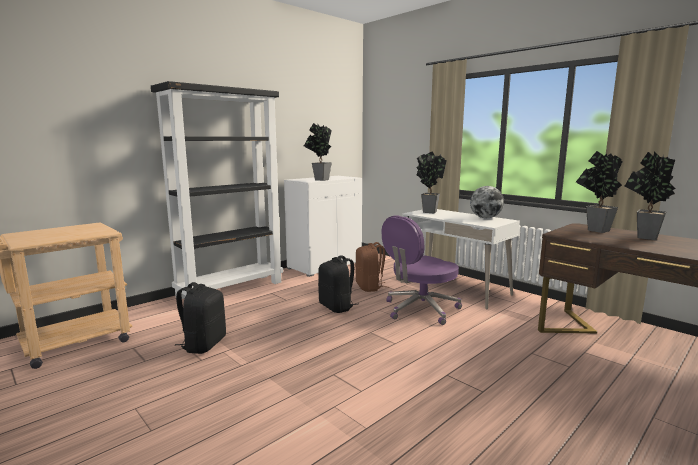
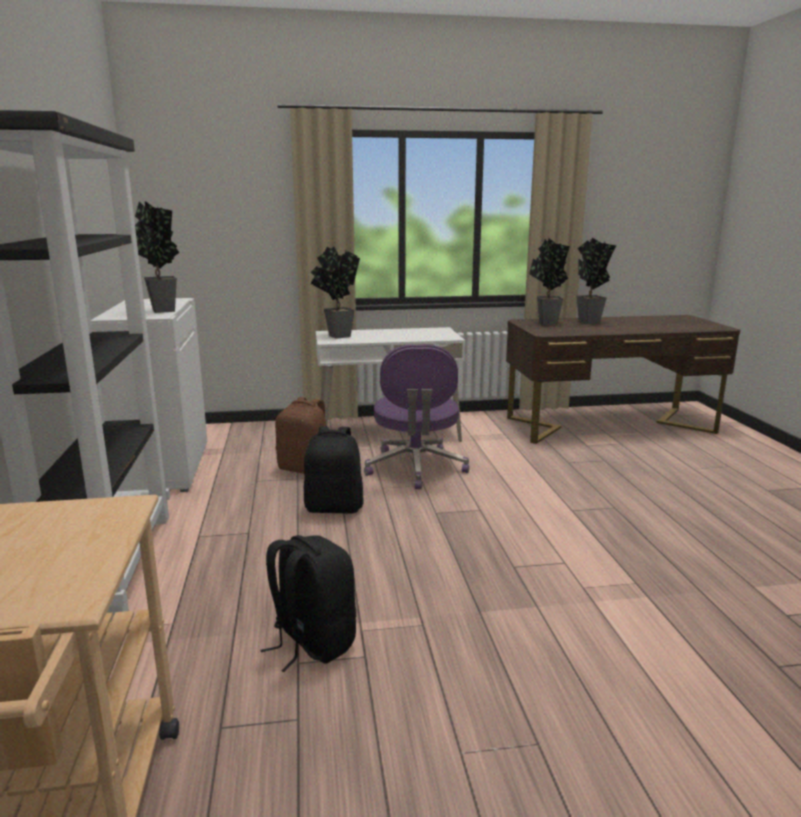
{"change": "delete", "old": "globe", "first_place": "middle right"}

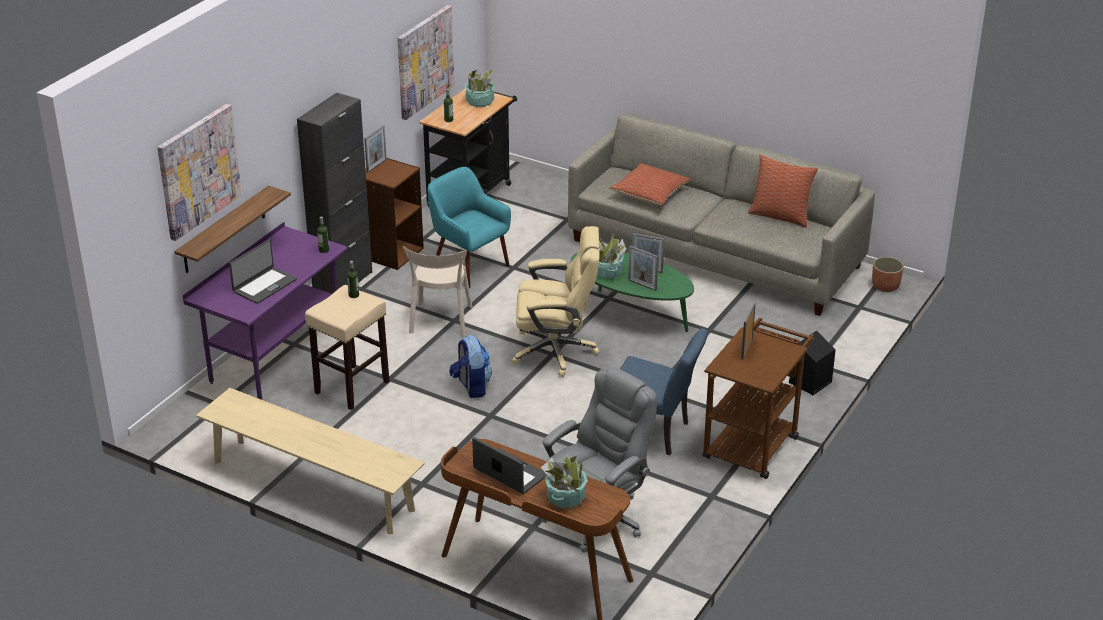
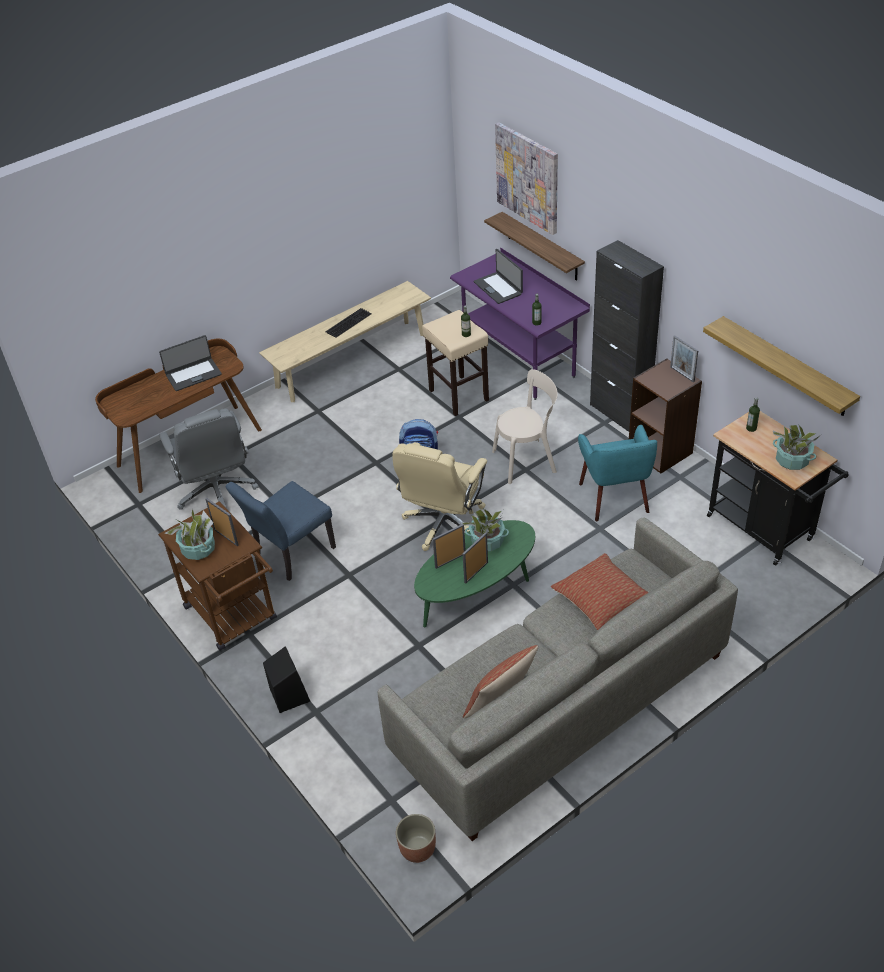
{"change": "replace", "old": "wall art (2nd from left)", "new": "bracket shelf (2nd from left)", "first_place": "top centre", "second_place": "middle right"}
{"change": "rotate", "old": "turquoise-coloured lounge chair", "first_place": "centre", "second_place": "middle right", "degrees": 105}
{"change": "rotate", "old": "beige chair", "first_place": "centre", "second_place": "centre", "degrees": 135}
{"change": "move", "old": "potted plant (2nd from left in the first image)", "new": "potted plant (1st from left)", "first_place": "bottom centre", "second_place": "middle left"}
{"change": "insert", "new": "keyboard", "second_place": "top centre"}

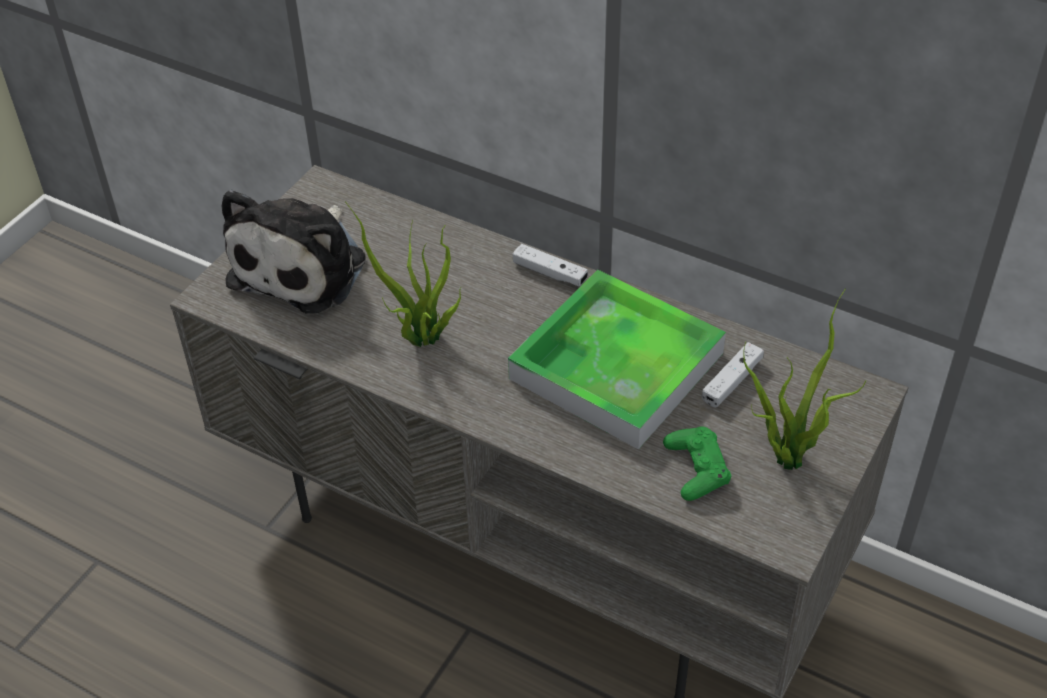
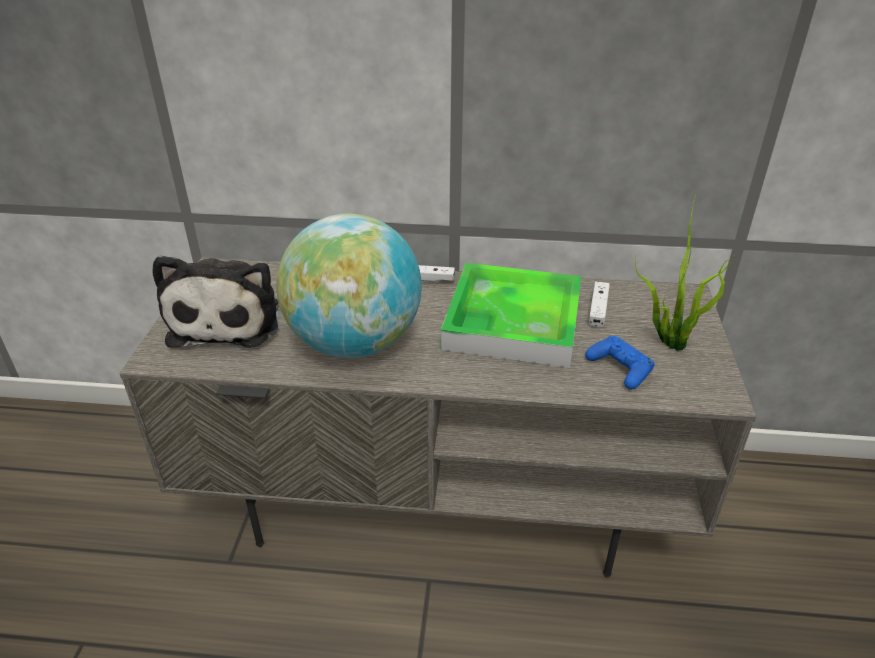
{"change": "replace", "old": "potted plant (1st from left)", "new": "globe", "first_place": "centre", "second_place": "centre"}
{"change": "recolor", "old": "green gamepad", "new": "blue-coloured gamepad", "first_place": "centre", "second_place": "middle right"}

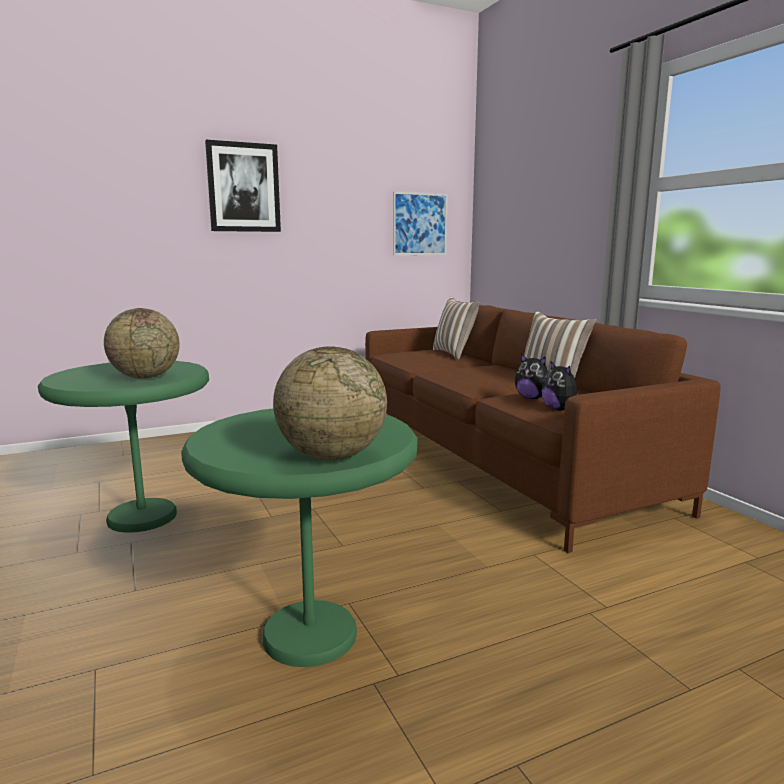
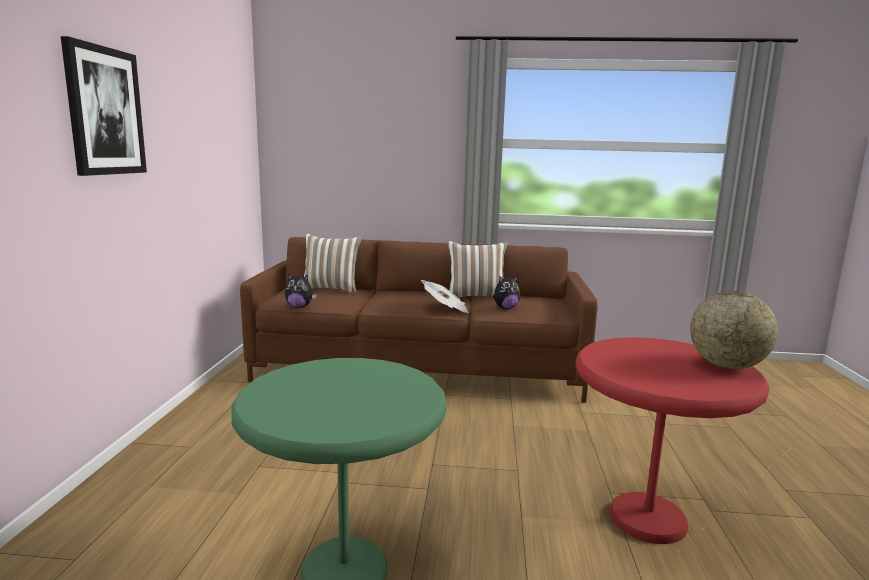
{"change": "delete", "old": "wall art (2nd from left)", "first_place": "top centre"}
{"change": "delete", "old": "globe (1st from left)", "first_place": "middle left"}
{"change": "move", "old": "soft toy (2nd from left in the first image)", "new": "soft toy (1st from left)", "first_place": "middle right", "second_place": "centre"}
{"change": "recolor", "old": "green side table (2nd from left)", "new": "reddish side table", "first_place": "bottom centre", "second_place": "bottom right"}
{"change": "insert", "new": "daily paper", "second_place": "centre"}

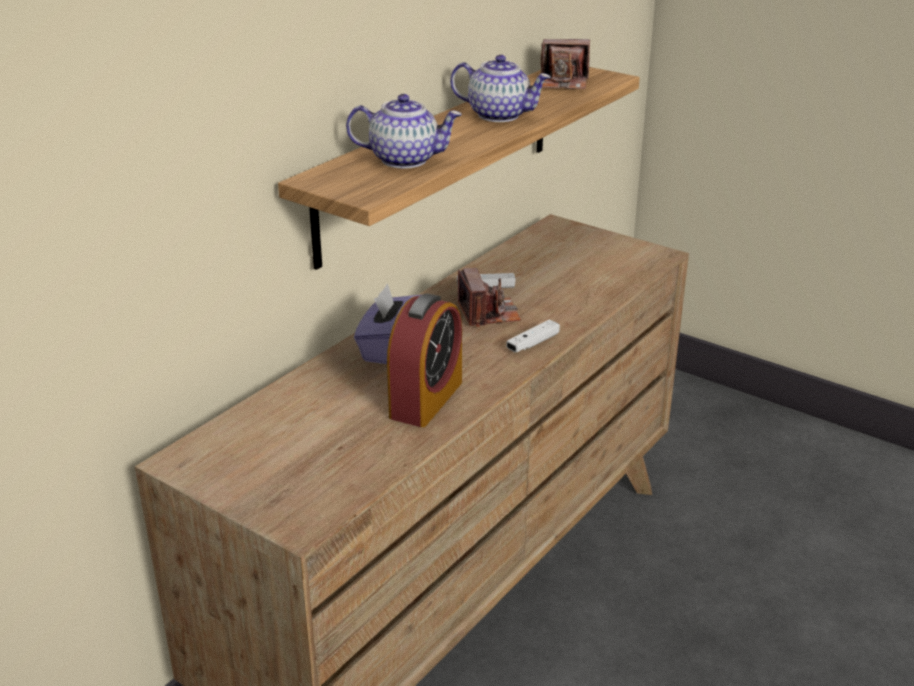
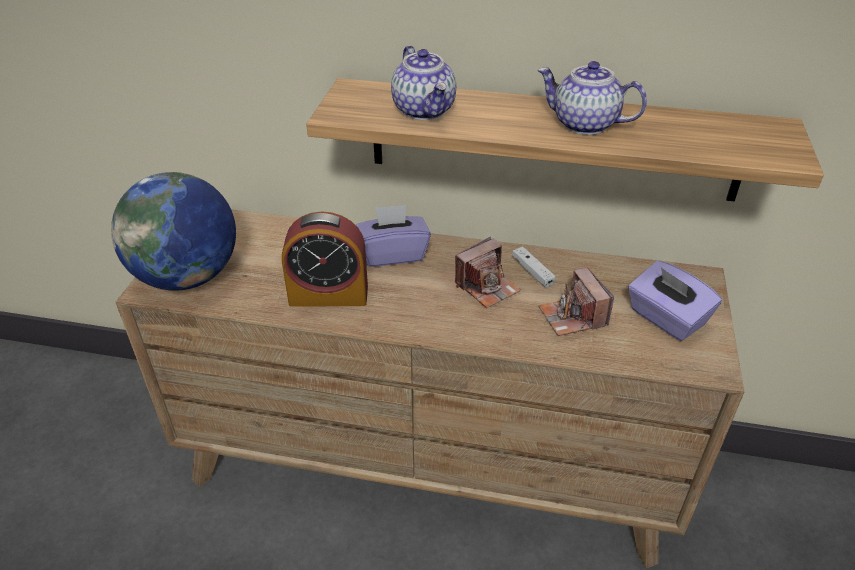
{"change": "move", "old": "still camera (2nd from left)", "first_place": "top centre", "second_place": "middle right"}
{"change": "rotate", "old": "pot for tea (2nd from left)", "first_place": "top centre", "second_place": "top right", "degrees": 120}
{"change": "delete", "old": "whitish gamepad (2nd from left)", "first_place": "centre"}
{"change": "insert", "new": "globe", "second_place": "middle left"}
{"change": "insert", "new": "purple box of tissues (2nd from left)", "second_place": "middle right"}

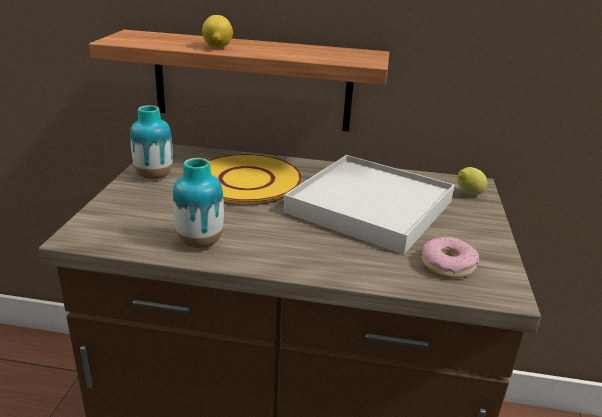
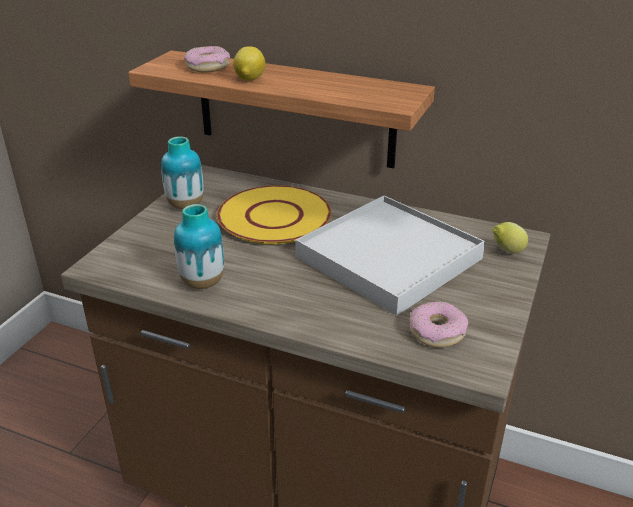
{"change": "insert", "new": "ring doughnut (1st from left)", "second_place": "top left"}

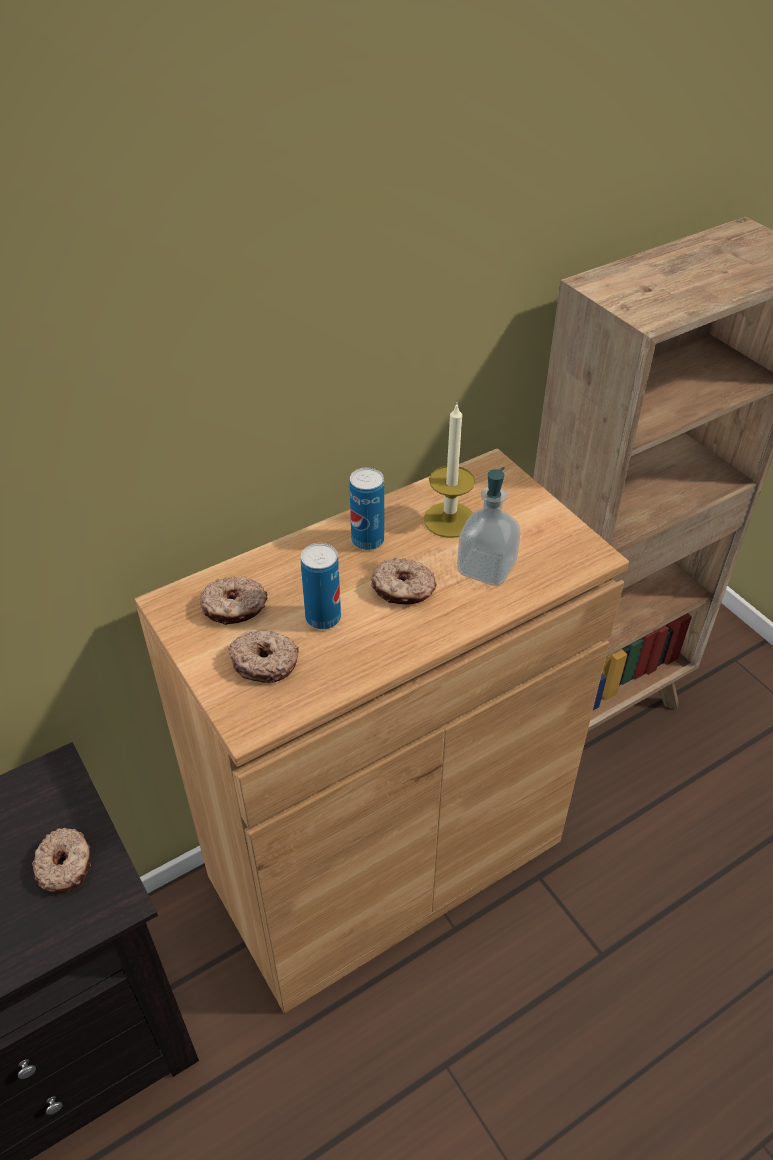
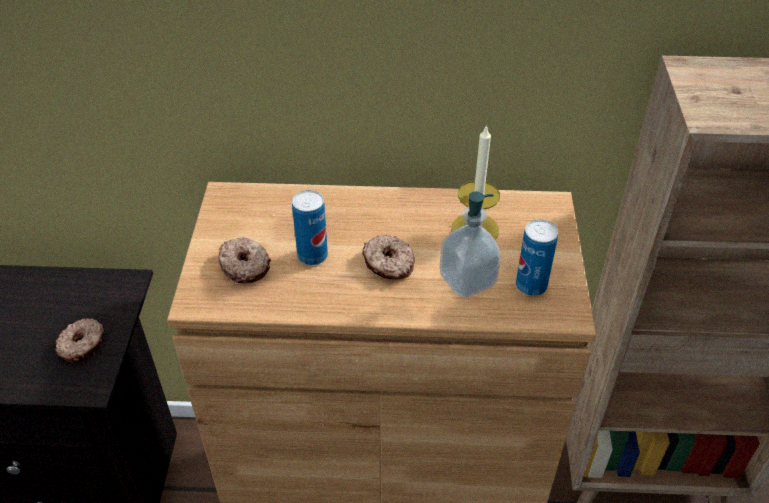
{"change": "move", "old": "metal can (2nd from left)", "first_place": "centre", "second_place": "middle right"}
{"change": "delete", "old": "ring doughnut (2nd from left)", "first_place": "middle left"}

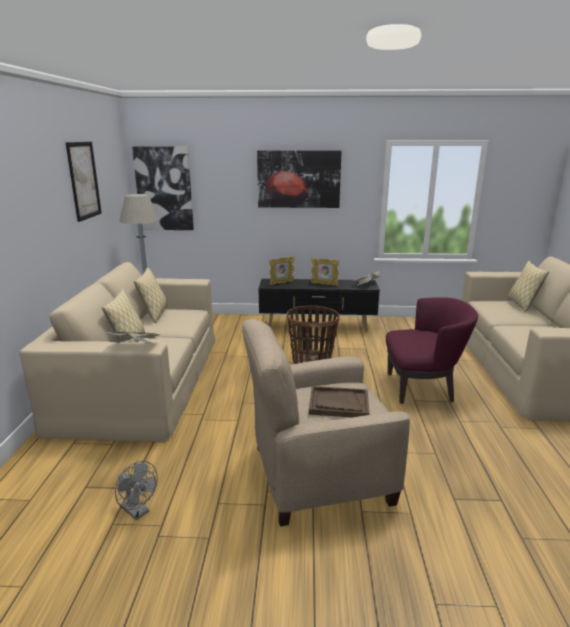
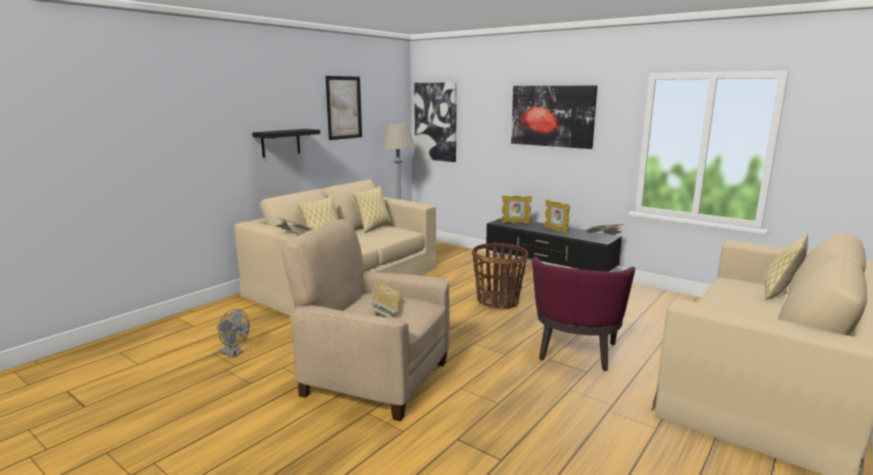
{"change": "rotate", "old": "purple lounge chair", "first_place": "middle right", "second_place": "middle right", "degrees": 75}
{"change": "replace", "old": "brown tray", "new": "volume (2nd from left)", "first_place": "centre", "second_place": "centre"}
{"change": "rotate", "old": "greyish cooling fan", "first_place": "bottom left", "second_place": "bottom left", "degrees": -45}
{"change": "insert", "new": "black bracket shelf", "second_place": "top left"}

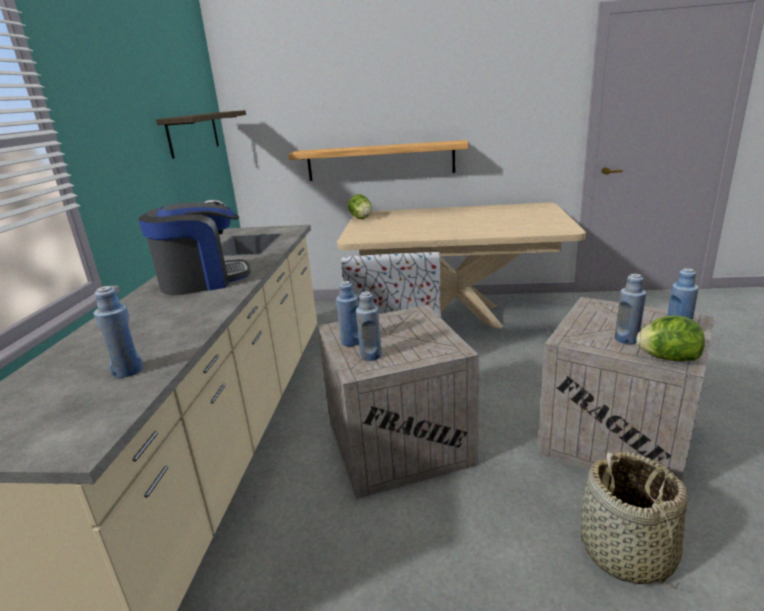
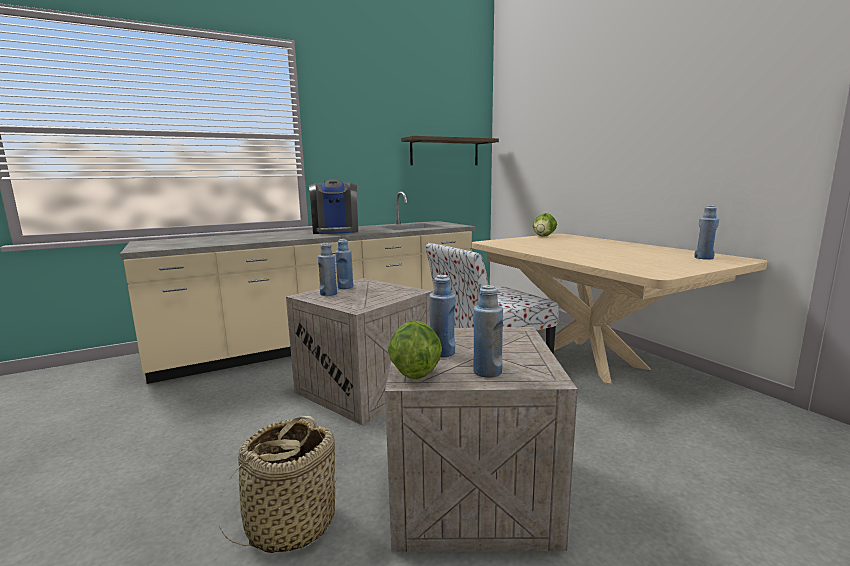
{"change": "delete", "old": "bracket shelf (2nd from left)", "first_place": "top centre"}
{"change": "rotate", "old": "coffee maker", "first_place": "middle left", "second_place": "centre", "degrees": 45}
{"change": "move", "old": "blue-coloured bottle (1st from left in the first image)", "new": "blue-coloured bottle (5th from left)", "first_place": "middle left", "second_place": "middle right"}

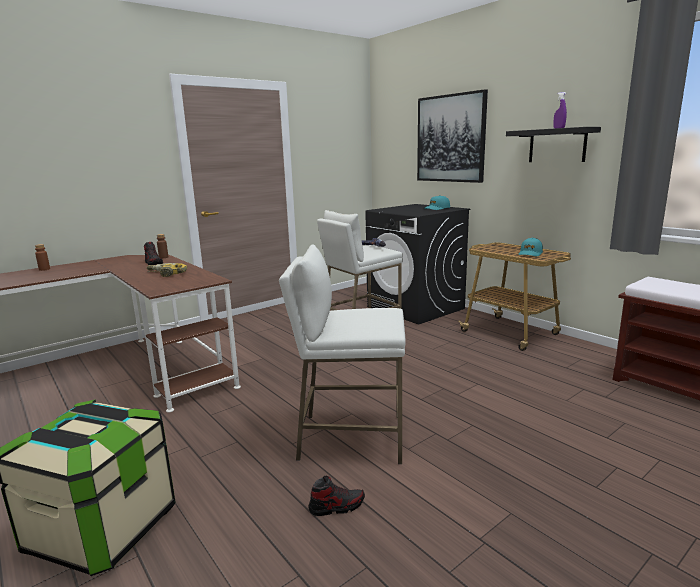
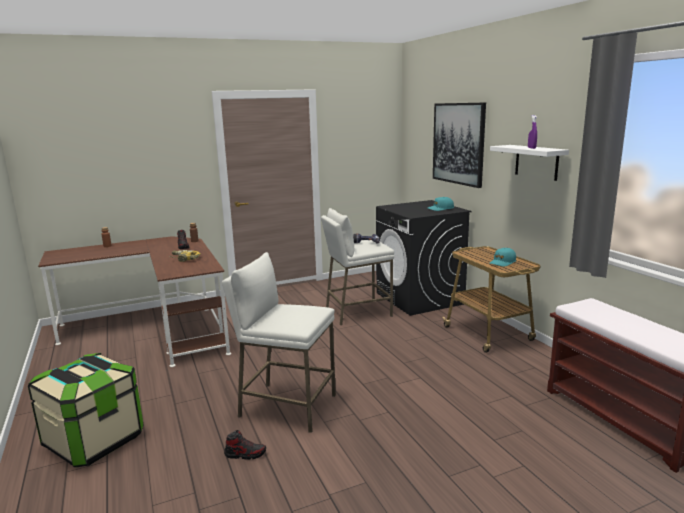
{"change": "recolor", "old": "black bracket shelf", "new": "whitish bracket shelf", "first_place": "top right", "second_place": "top right"}

